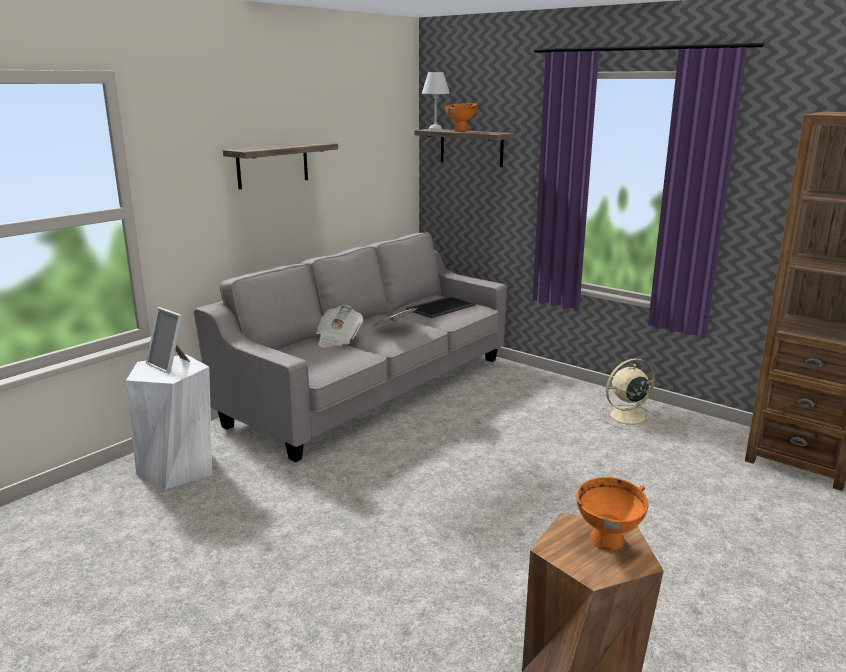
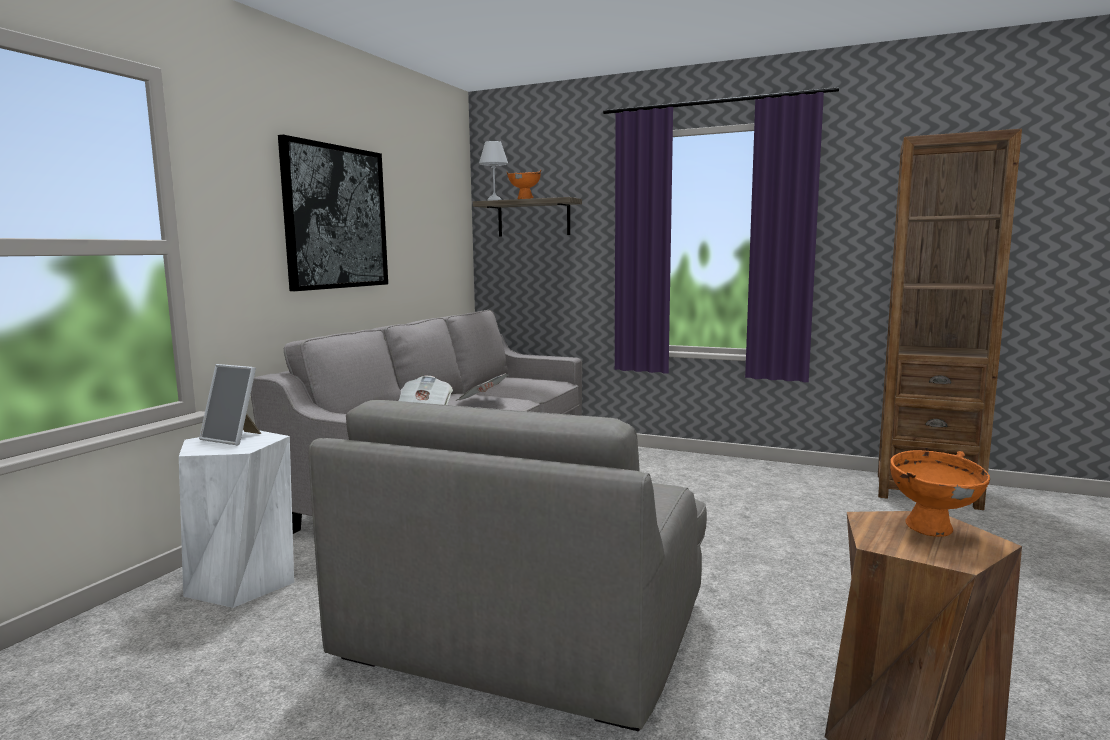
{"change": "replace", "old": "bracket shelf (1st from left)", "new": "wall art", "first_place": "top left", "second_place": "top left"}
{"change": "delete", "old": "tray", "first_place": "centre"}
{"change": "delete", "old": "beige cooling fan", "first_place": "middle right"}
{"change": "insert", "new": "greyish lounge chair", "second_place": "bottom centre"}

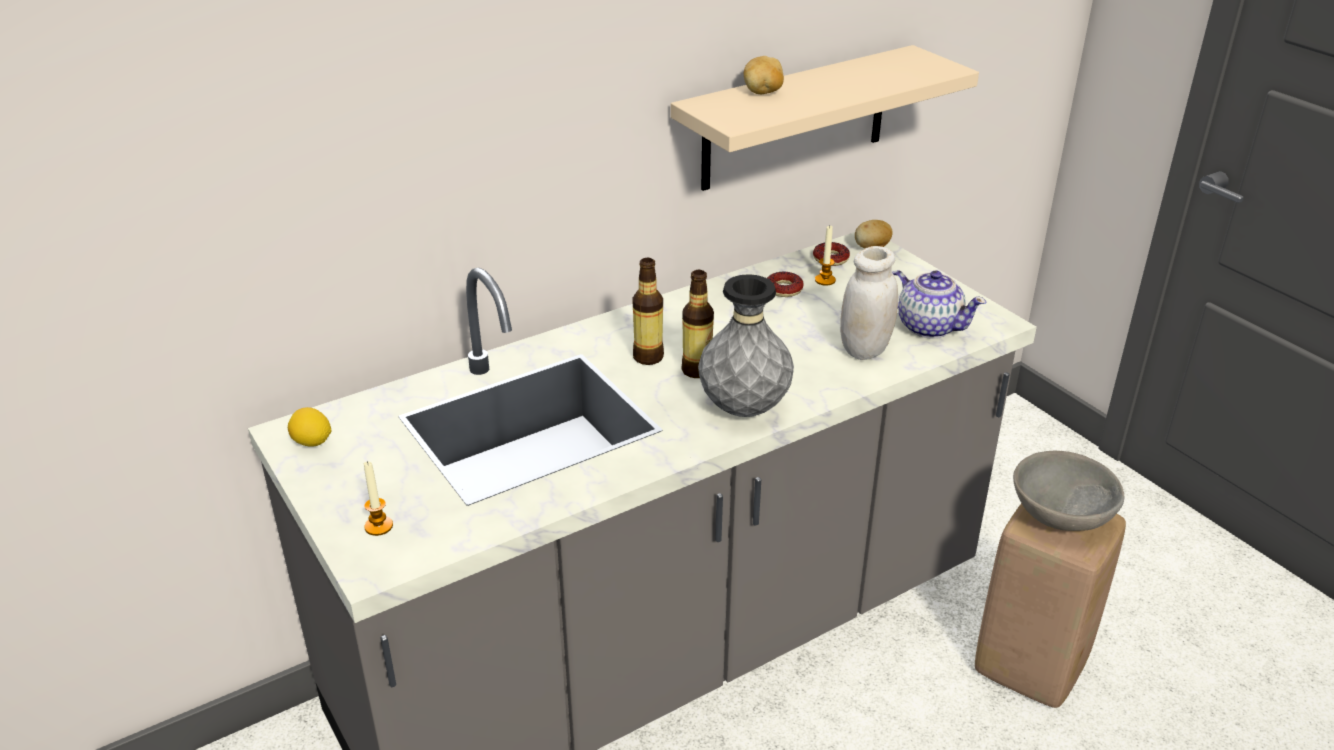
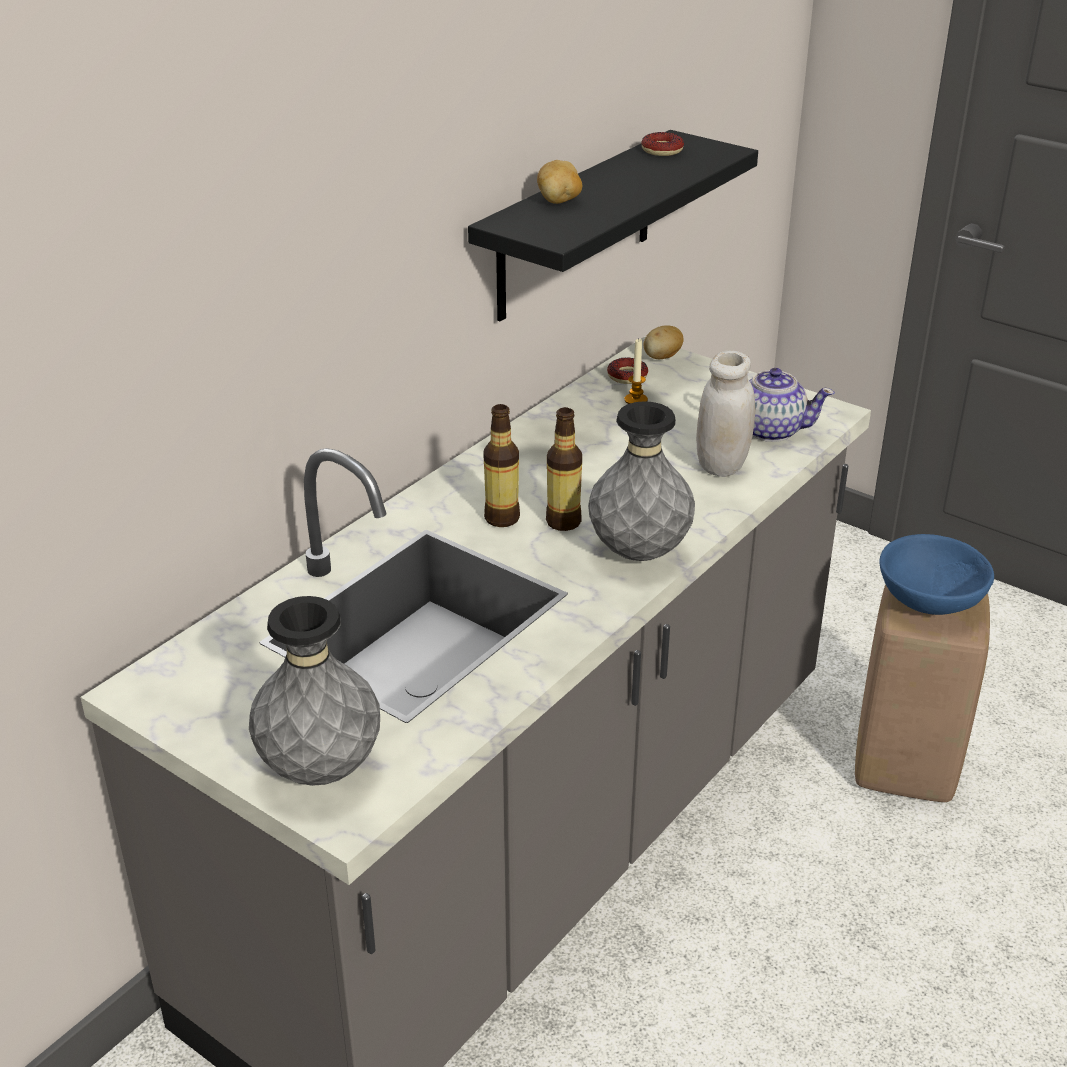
{"change": "recolor", "old": "beige bracket shelf", "new": "black bracket shelf", "first_place": "top centre", "second_place": "top centre"}
{"change": "move", "old": "ring doughnut (1st from left in the first image)", "new": "ring doughnut (2nd from left)", "first_place": "centre", "second_place": "top centre"}
{"change": "delete", "old": "citrus fruit", "first_place": "middle left"}
{"change": "recolor", "old": "greyish bowl", "new": "blue-coloured bowl", "first_place": "middle right", "second_place": "middle right"}
{"change": "replace", "old": "wax candle (1st from left)", "new": "greyish decorative vase (1st from left)", "first_place": "middle left", "second_place": "middle left"}

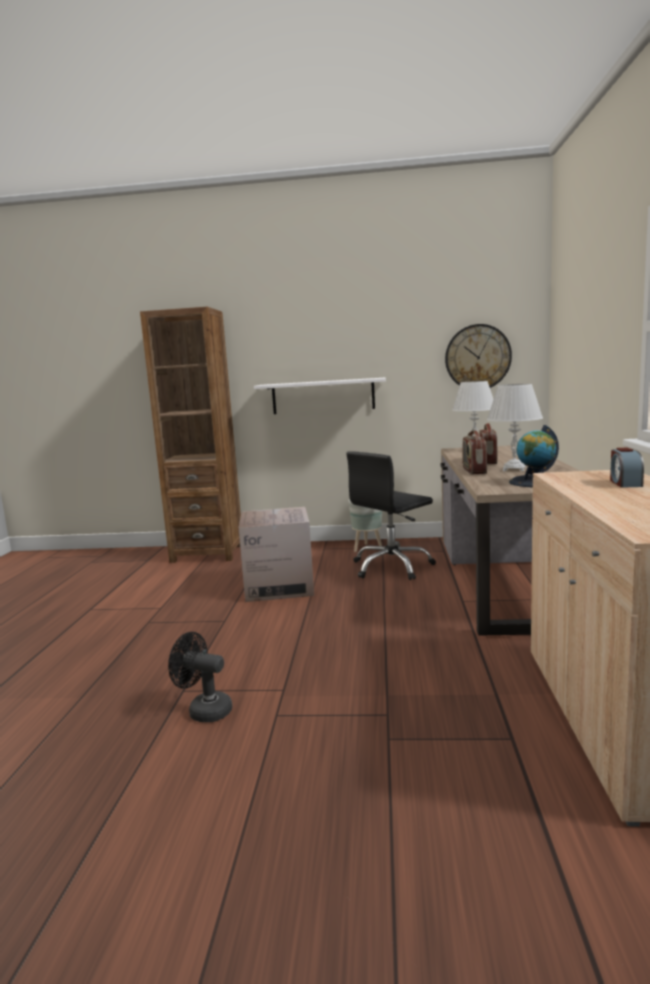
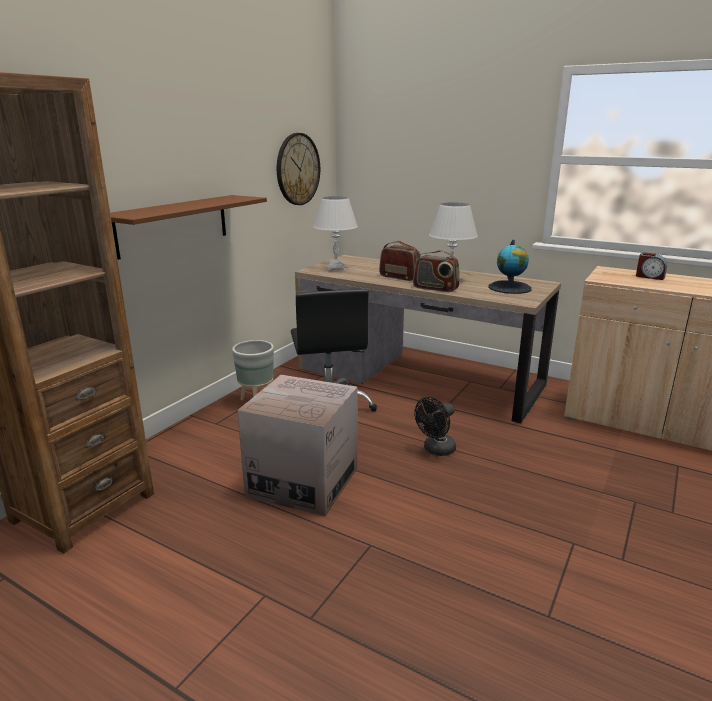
{"change": "recolor", "old": "whitish bracket shelf", "new": "brown bracket shelf", "first_place": "centre", "second_place": "top left"}
{"change": "move", "old": "black cooling fan", "first_place": "bottom left", "second_place": "centre"}

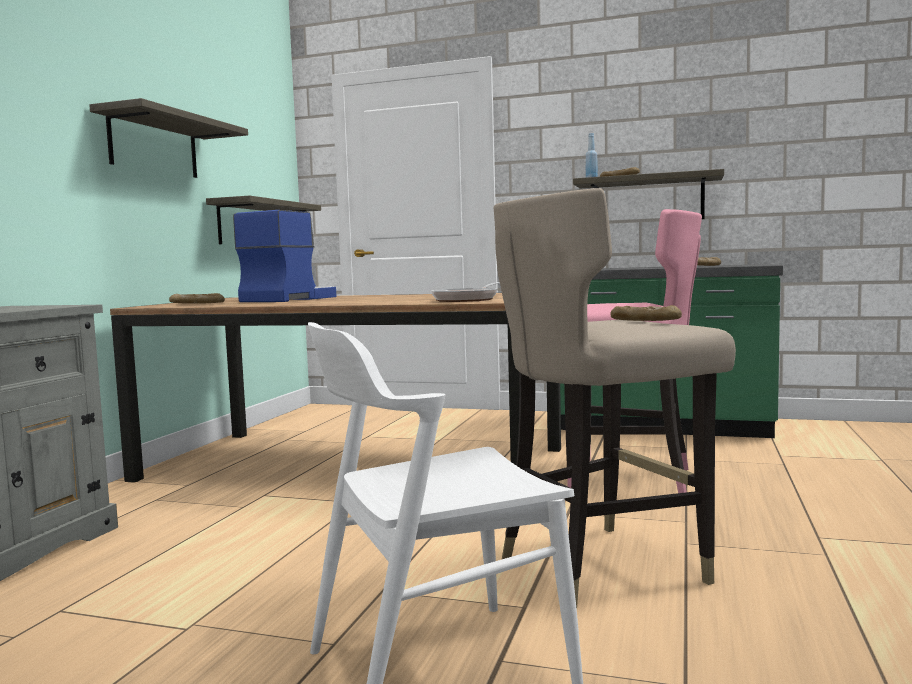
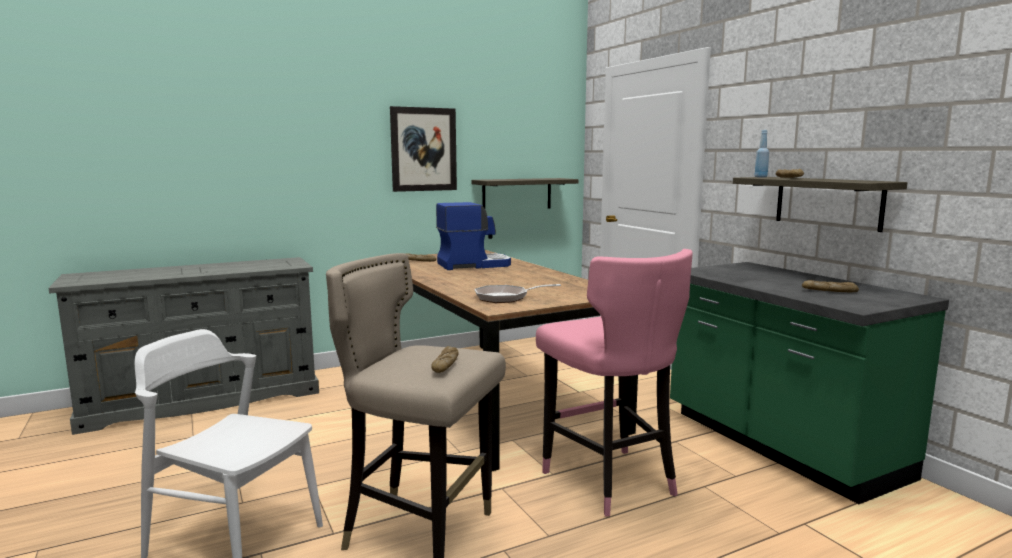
{"change": "replace", "old": "bracket shelf (1st from left)", "new": "wall art", "first_place": "top left", "second_place": "top centre"}

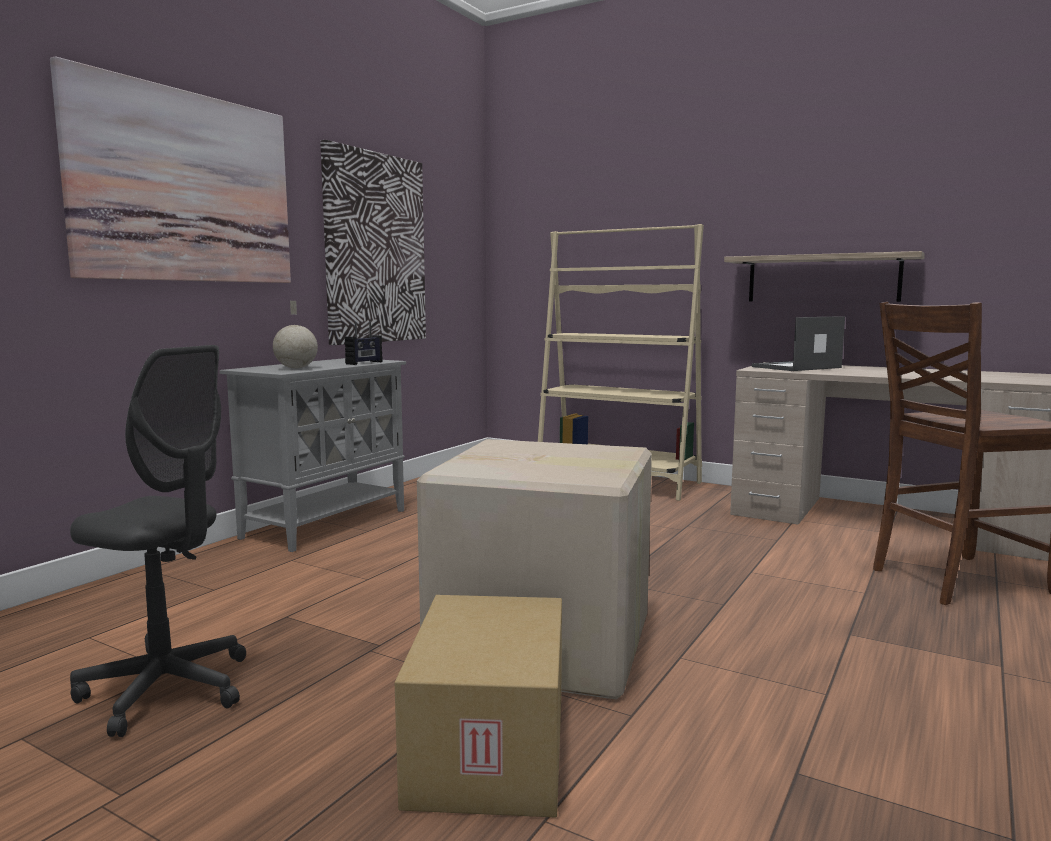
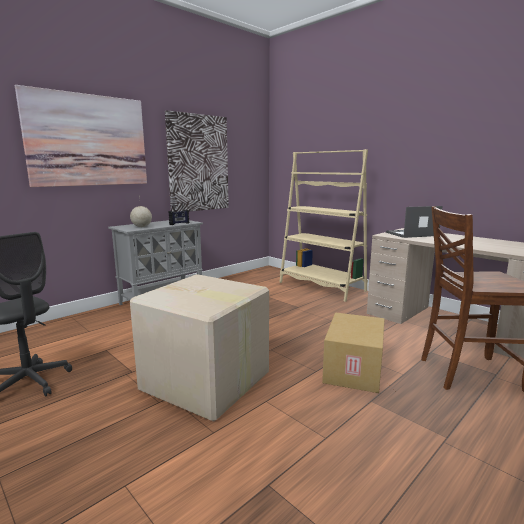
{"change": "delete", "old": "bracket shelf", "first_place": "top right"}
{"change": "move", "old": "packing box (1st from left in the first image)", "new": "packing box (2nd from left)", "first_place": "bottom centre", "second_place": "bottom right"}

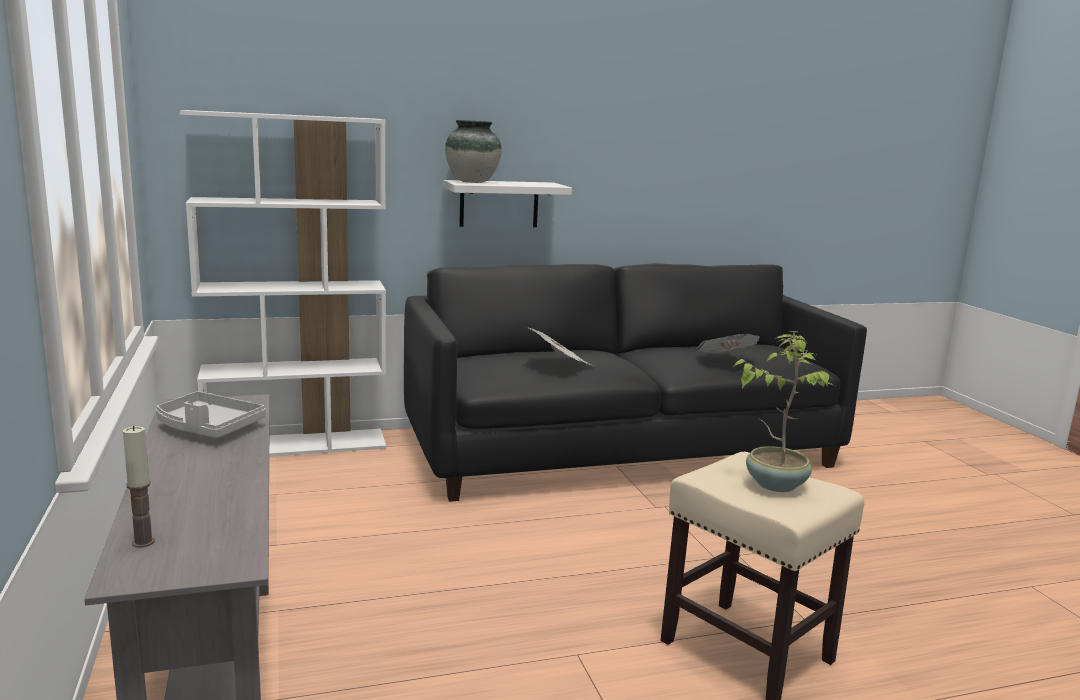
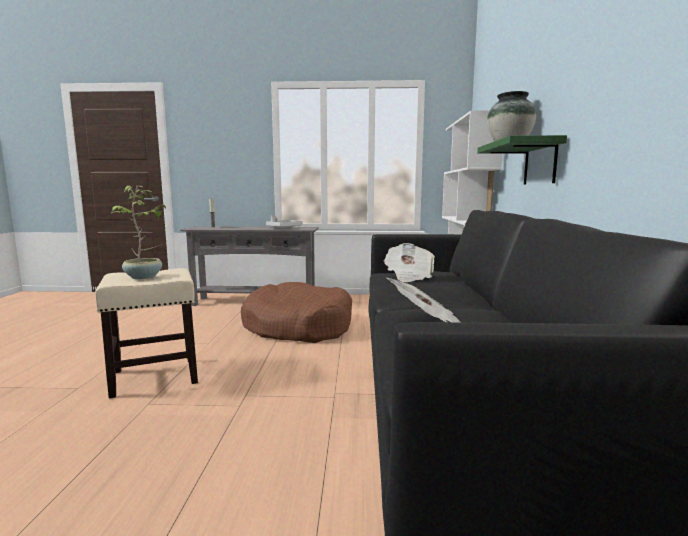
{"change": "recolor", "old": "whitish bracket shelf", "new": "green bracket shelf", "first_place": "top centre", "second_place": "top right"}
{"change": "insert", "new": "brown pet bed", "second_place": "centre"}

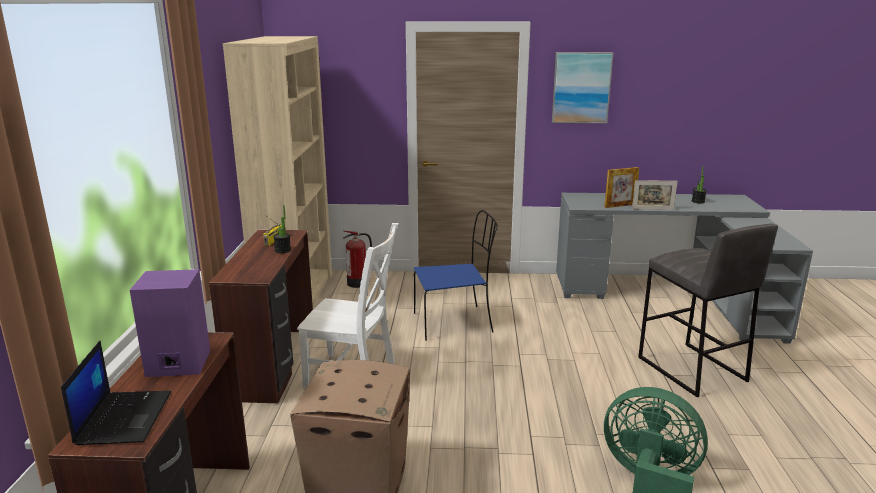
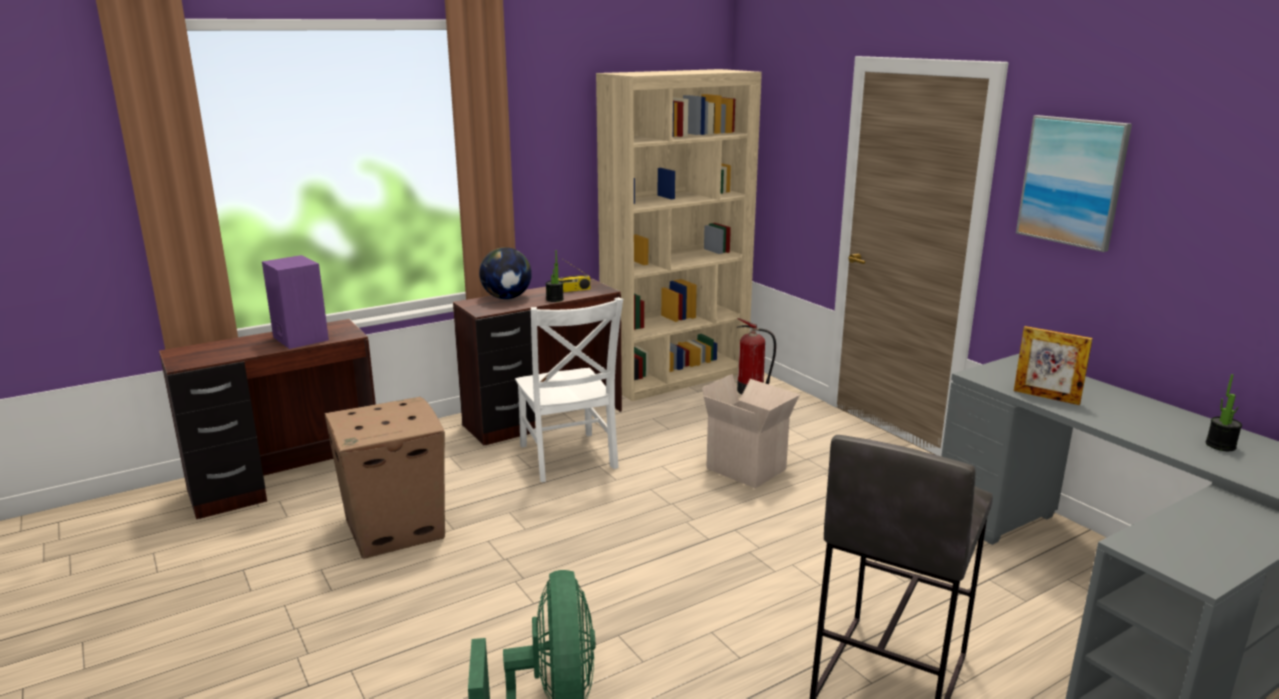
{"change": "delete", "old": "standing frame (2nd from left)", "first_place": "middle right"}
{"change": "replace", "old": "blue-coloured chair", "new": "packing box (2nd from left)", "first_place": "centre", "second_place": "centre"}
{"change": "delete", "old": "portable computer", "first_place": "bottom left"}
{"change": "insert", "new": "globe", "second_place": "centre"}

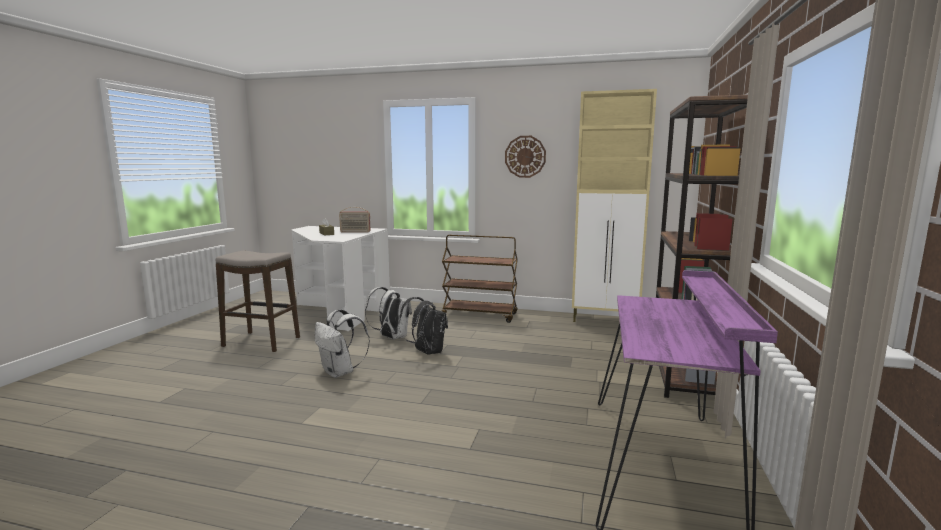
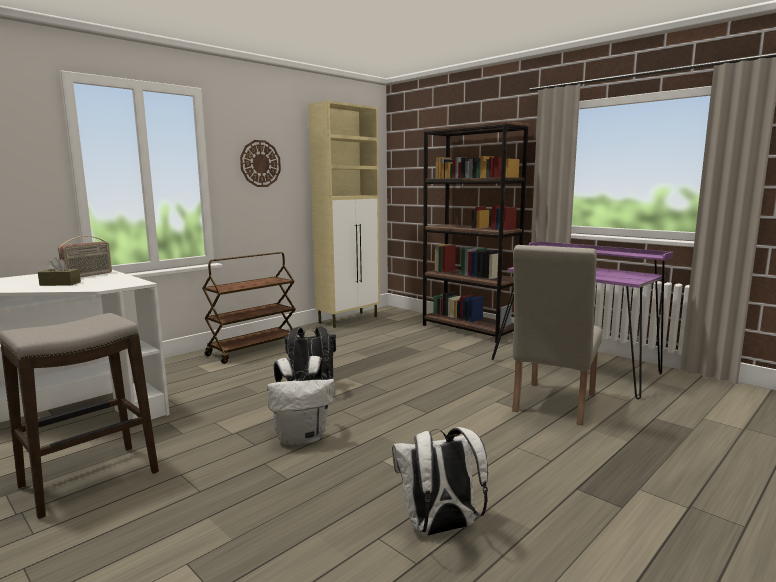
{"change": "move", "old": "whitish knapsack (2nd from left)", "first_place": "centre", "second_place": "bottom centre"}
{"change": "insert", "new": "beige chair", "second_place": "middle right"}

